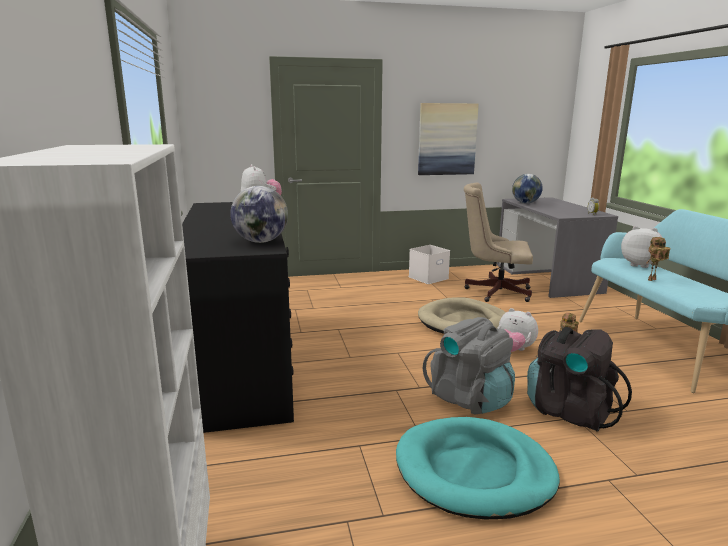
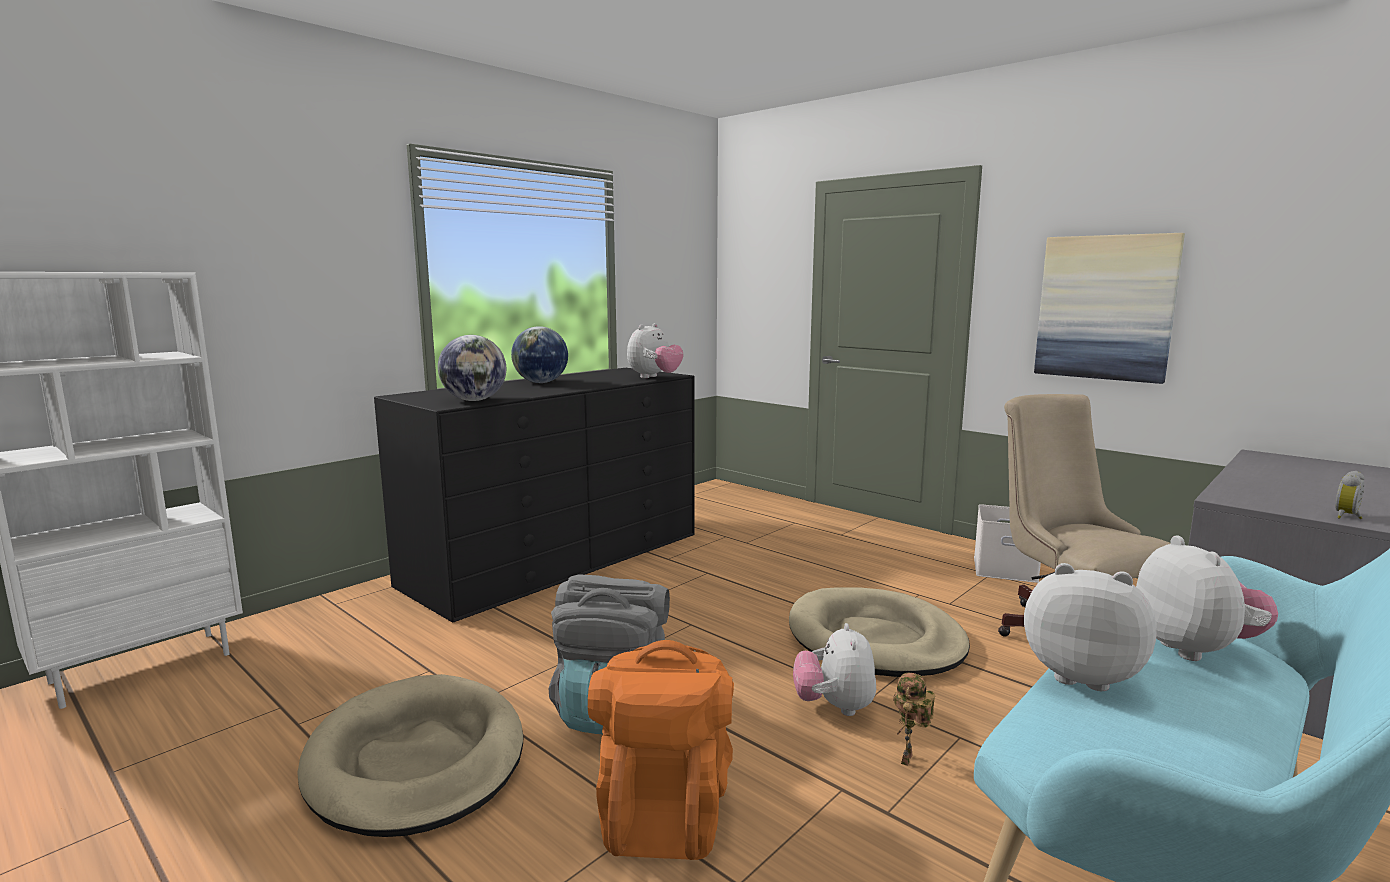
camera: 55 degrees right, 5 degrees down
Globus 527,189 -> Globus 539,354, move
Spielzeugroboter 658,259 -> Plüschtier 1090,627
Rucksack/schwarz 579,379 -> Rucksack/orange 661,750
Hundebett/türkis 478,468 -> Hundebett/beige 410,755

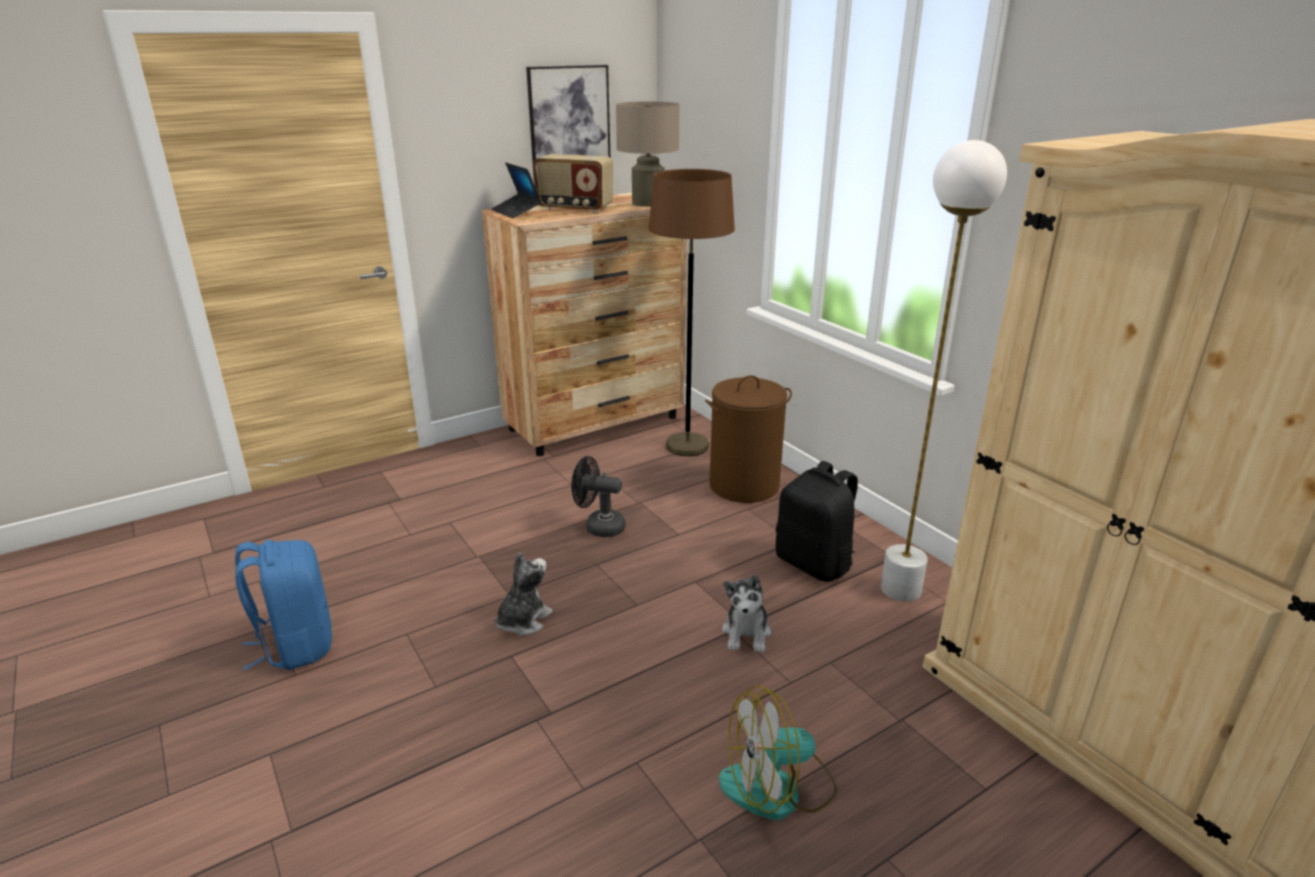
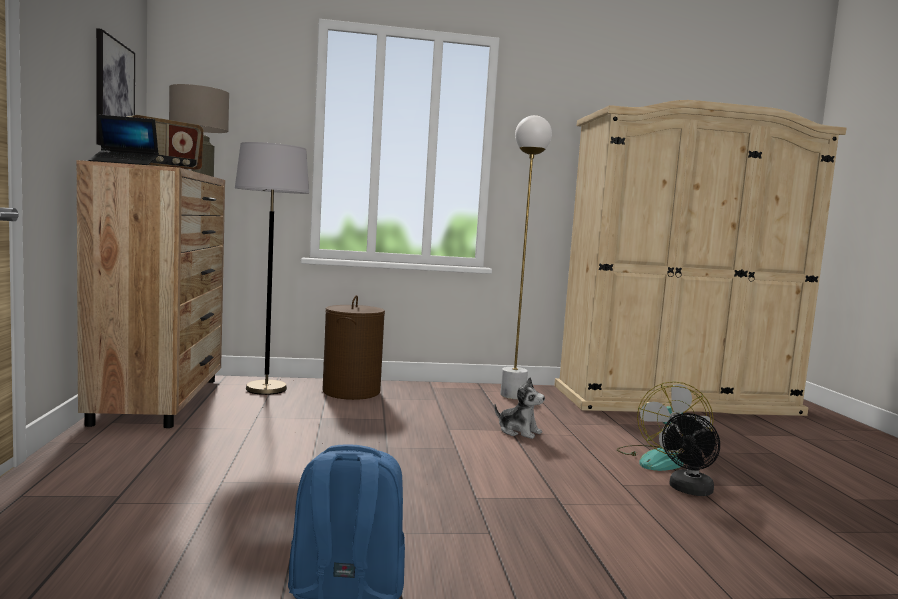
camera: 65 degrees left, 20 degrees down
Stehlampe/braun 692,312 -> Stehlampe/grau 272,268
Ventilator/schwarz 598,496 -> Ventilator/schwarz 691,454, move
Rucksack/schwarz 817,521 -> none
Plüschtier 523,594 -> none

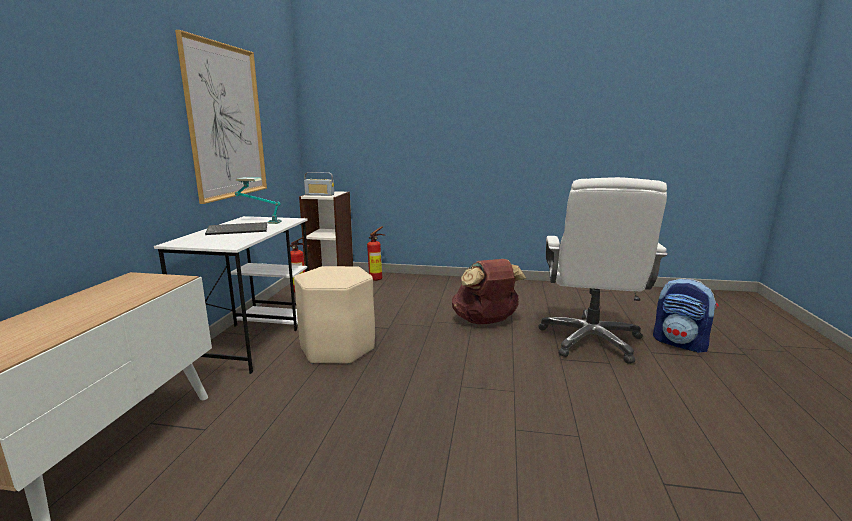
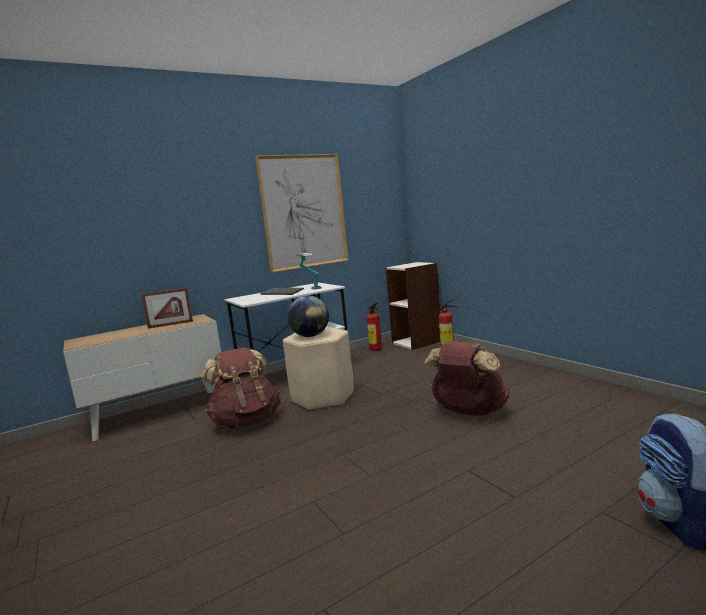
camera: 50 degrees right, 5 degrees down
Radio 319,184 -> none
Bürostuhl/weiß 603,270 -> none
none -> Bilderrahmen 167,308
none -> Globus 308,316
none -> Rucksack/braun 241,388

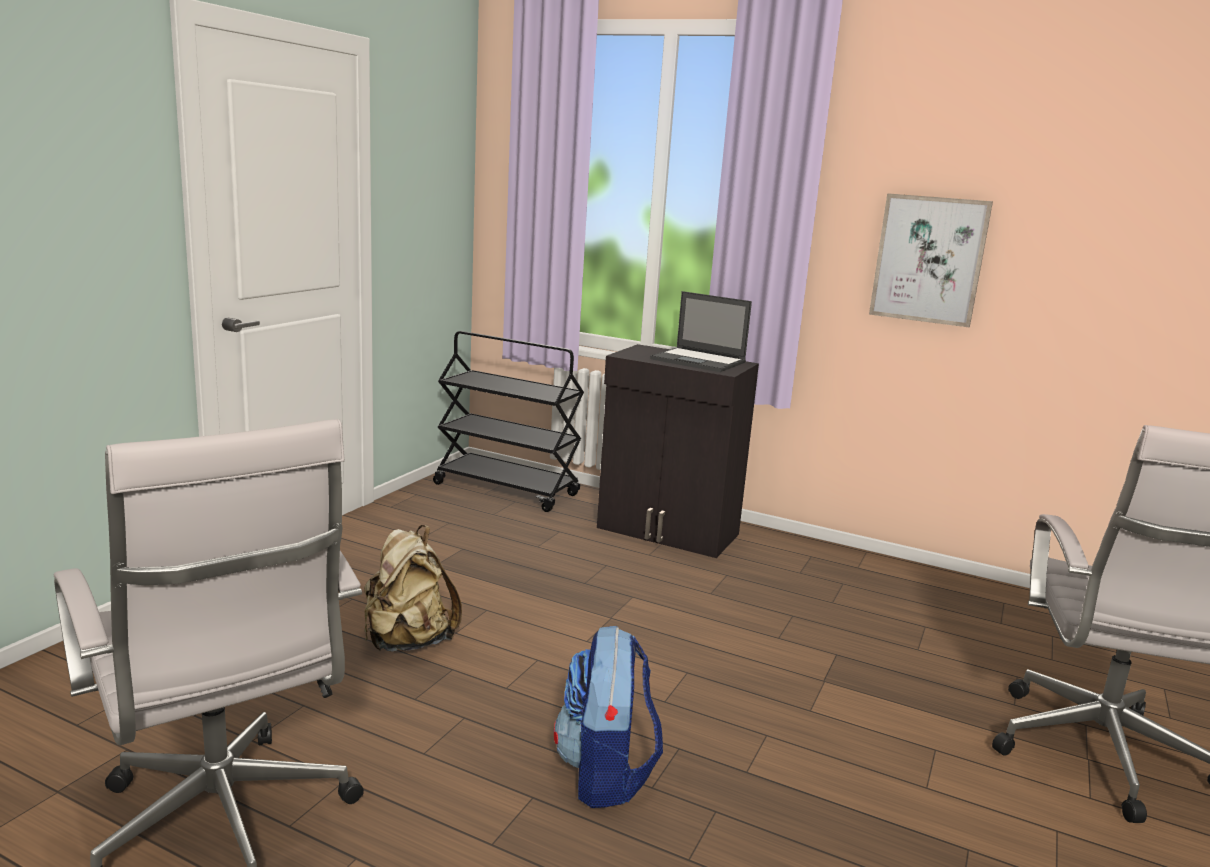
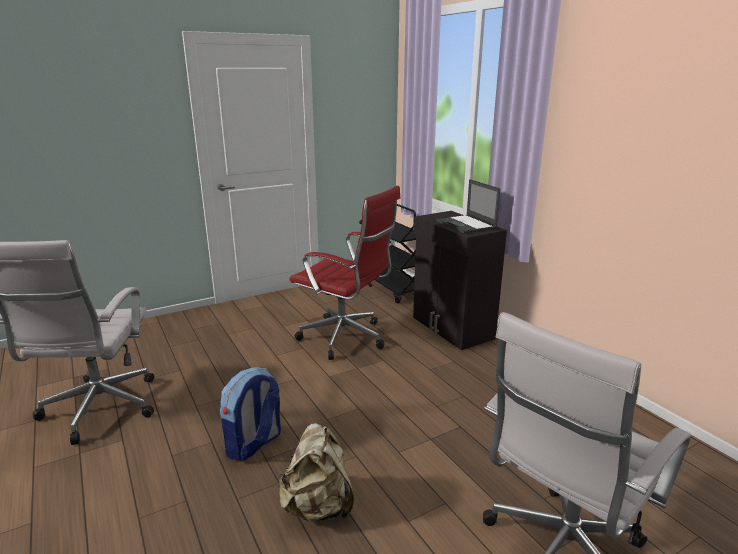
camera: 35 degrees right, 5 degrees up
Bild 931,260 -> none
Rucksack/beige 413,588 -> Rucksack/beige 316,472, move
none -> Bürostuhl/rot 345,273

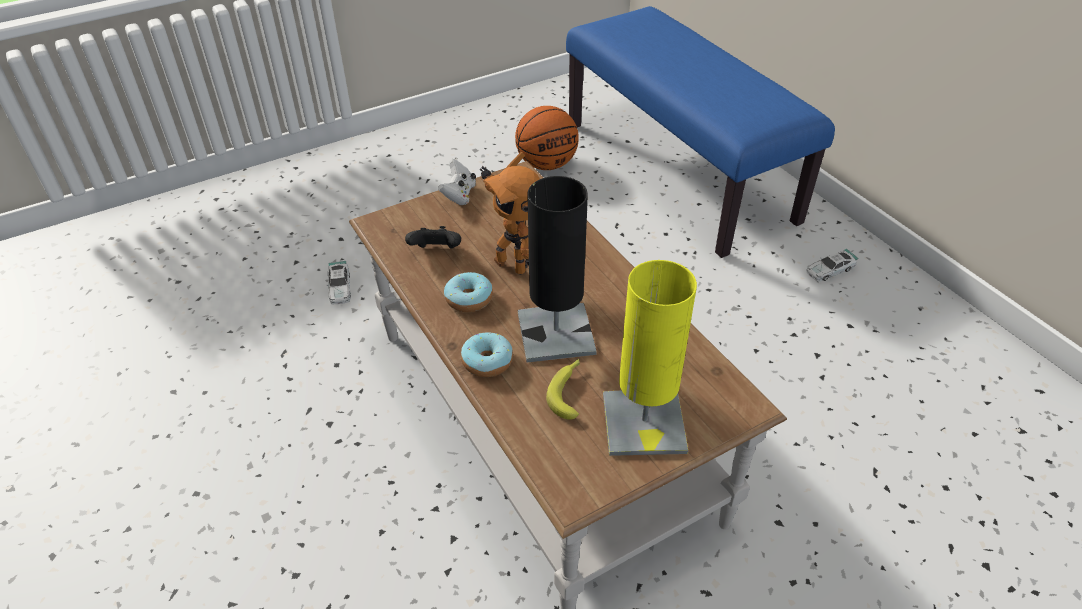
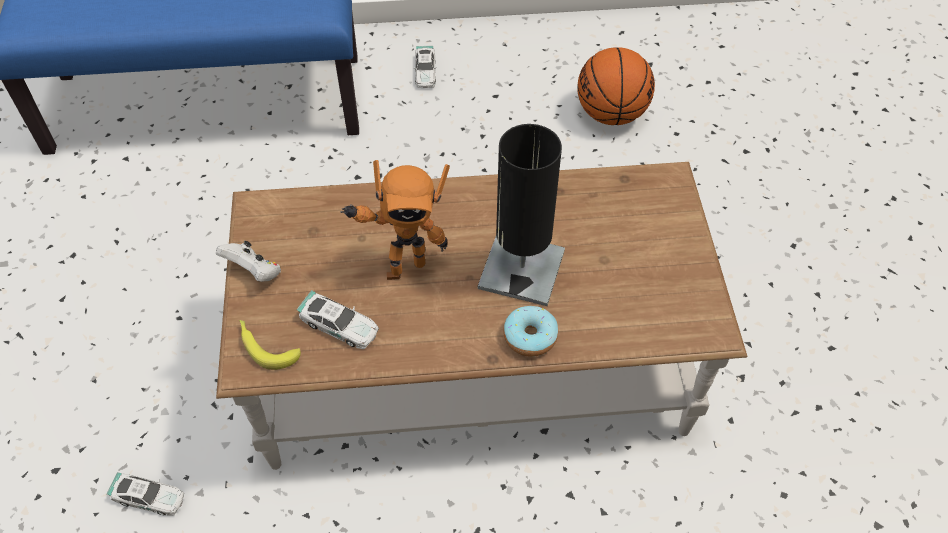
camera: 65 degrees left, 10 degrees up
Basketball 547,138 -> Basketball 616,86, move
Gamepad/schwarz 433,237 -> Spielzeugauto 338,319
Tischlampe/gelb 650,358 -> none
Donut 468,292 -> none
Banane 562,389 -> Banane 270,345, move

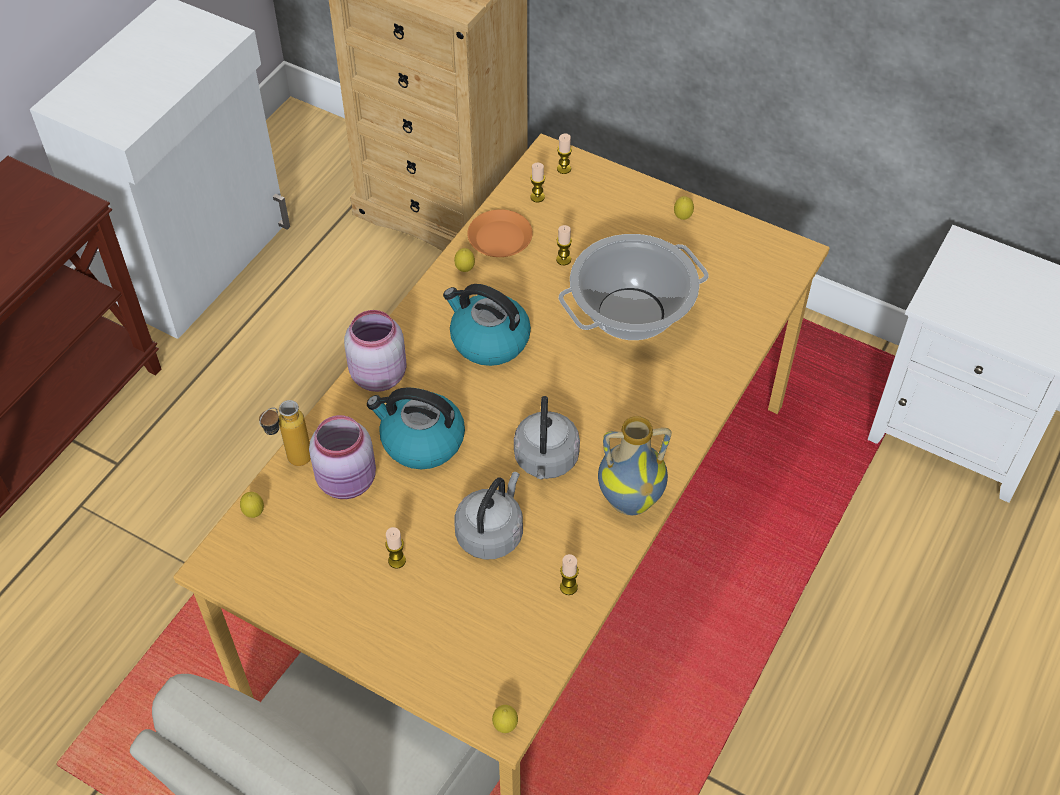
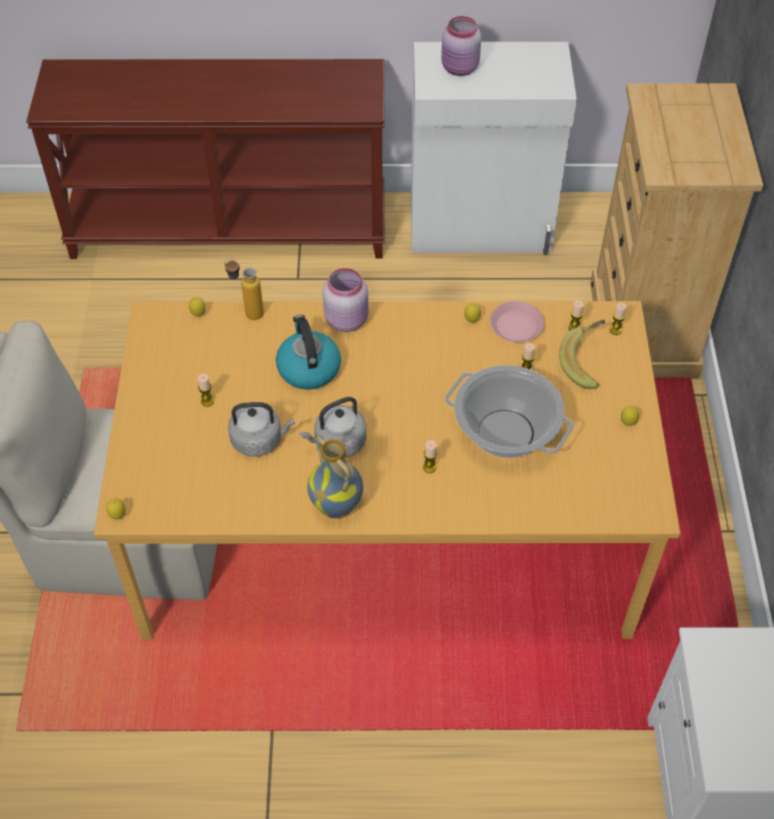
camera: 60 degrees right, 0 degrees up
Teller/orange 500,233 -> Teller/rosa 517,321
Wasserkessel 487,325 -> none
Vorratsglas/rosa 342,457 -> Vorratsglas/rosa 461,46, move
Kerze 569,574 -> Kerze 430,456, move
none -> Banane 582,354

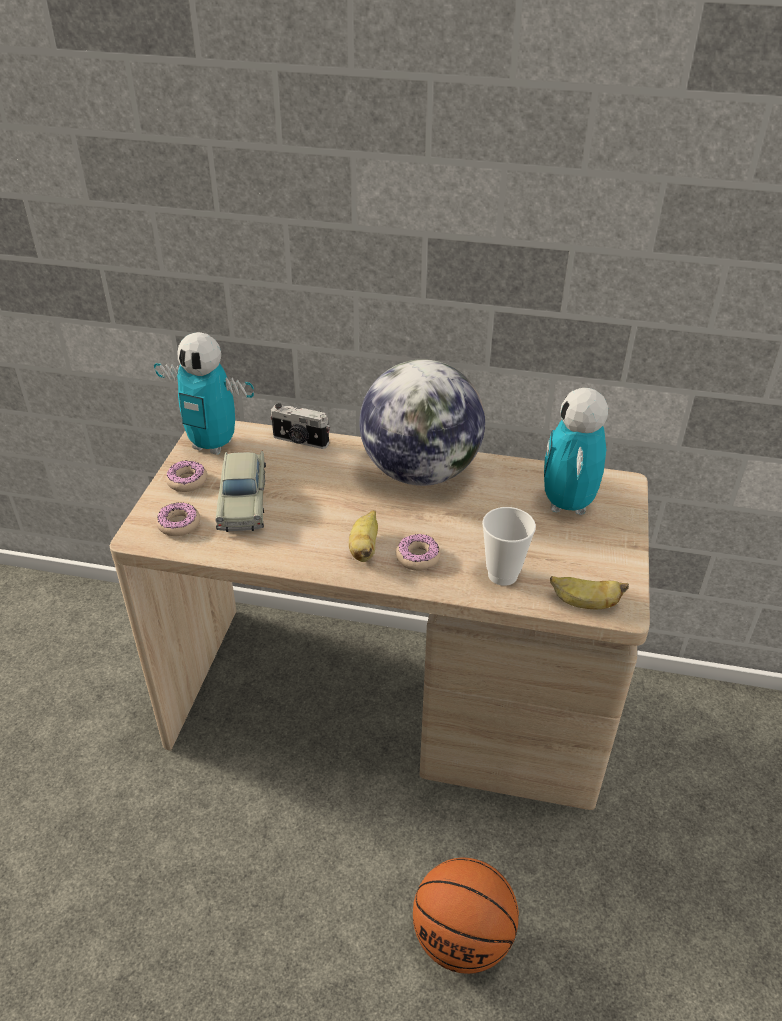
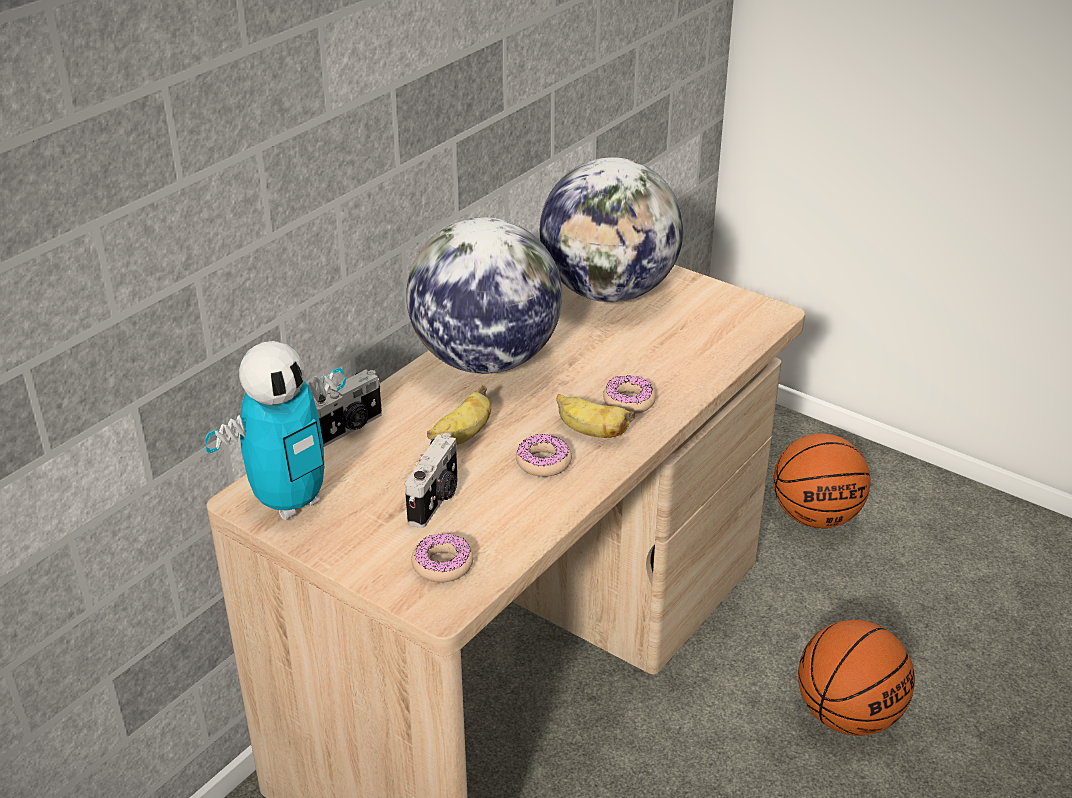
camera: 65 degrees left, 5 degrees down
Spielzeugroboter 576,451 -> Globus 611,229
Spielzeugauto/beige 240,491 -> Kamera 431,480
Donut 186,476 -> Donut 544,455, move
Tasse 509,546 -> none
Banane 589,592 -> Banane 459,415, move
none -> Basketball 822,481

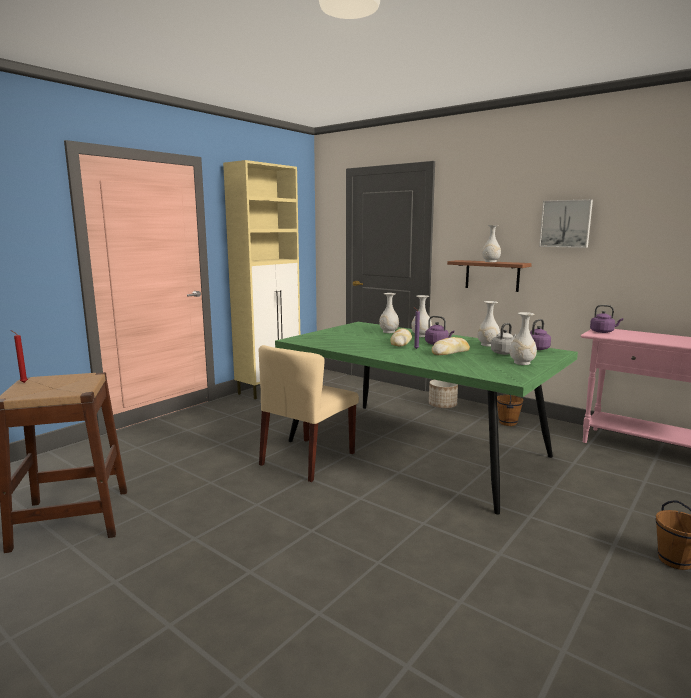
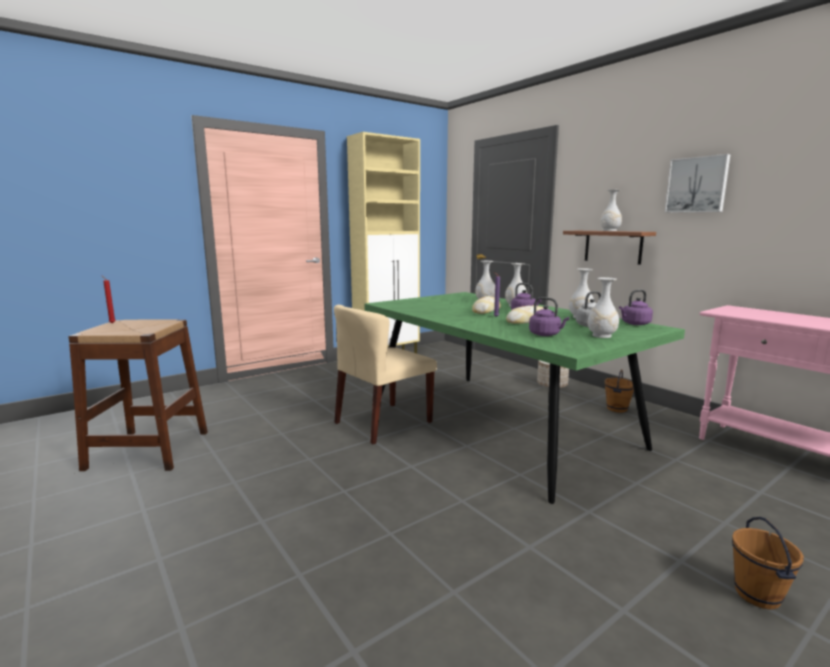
camera: 15 degrees right, 0 degrees up
Wasserkessel/lila 606,319 -> Wasserkessel/lila 549,316, move

